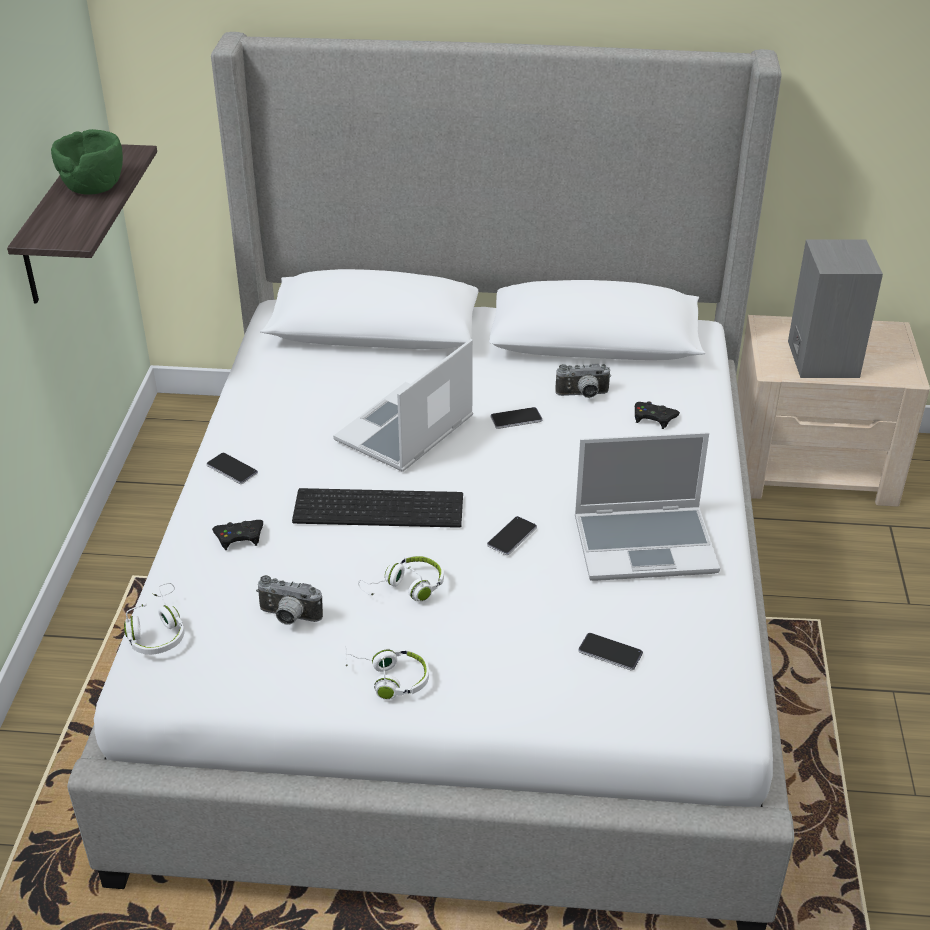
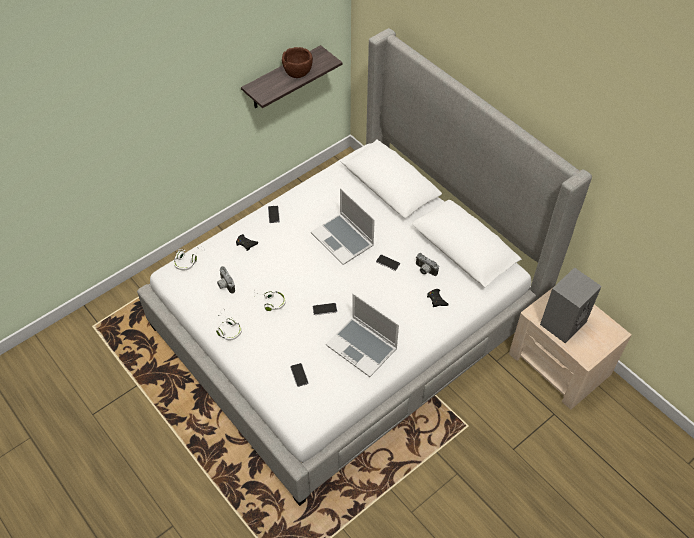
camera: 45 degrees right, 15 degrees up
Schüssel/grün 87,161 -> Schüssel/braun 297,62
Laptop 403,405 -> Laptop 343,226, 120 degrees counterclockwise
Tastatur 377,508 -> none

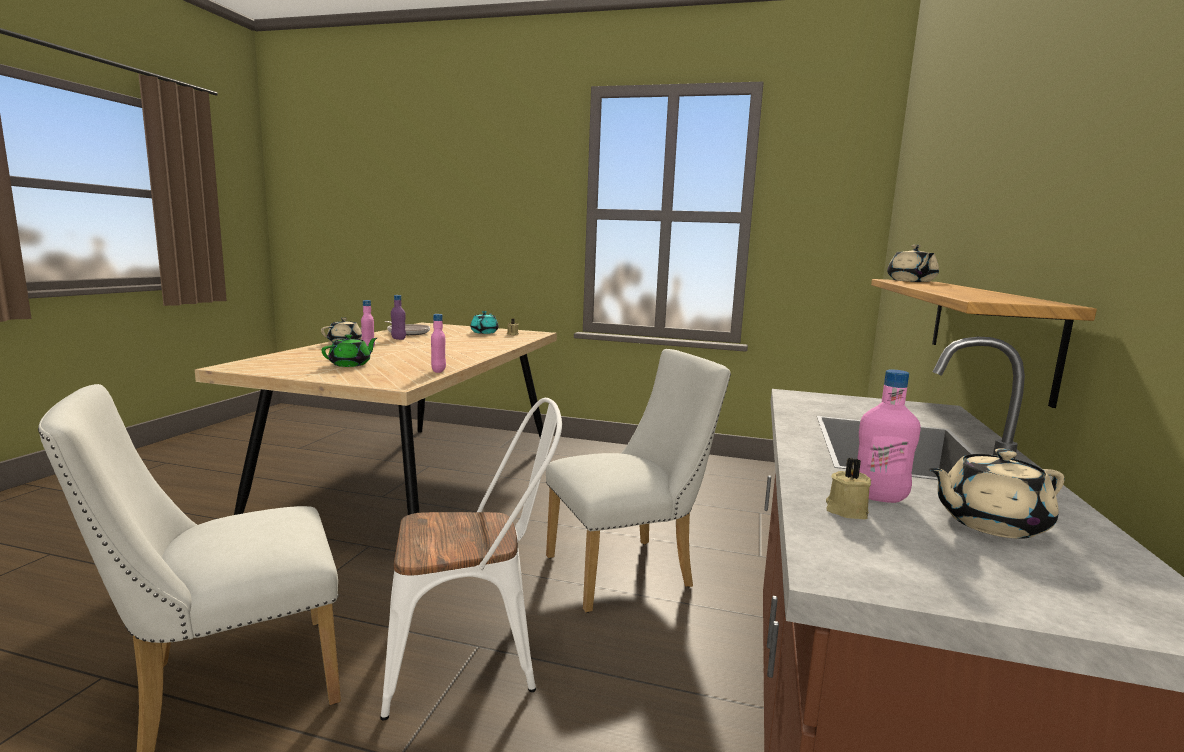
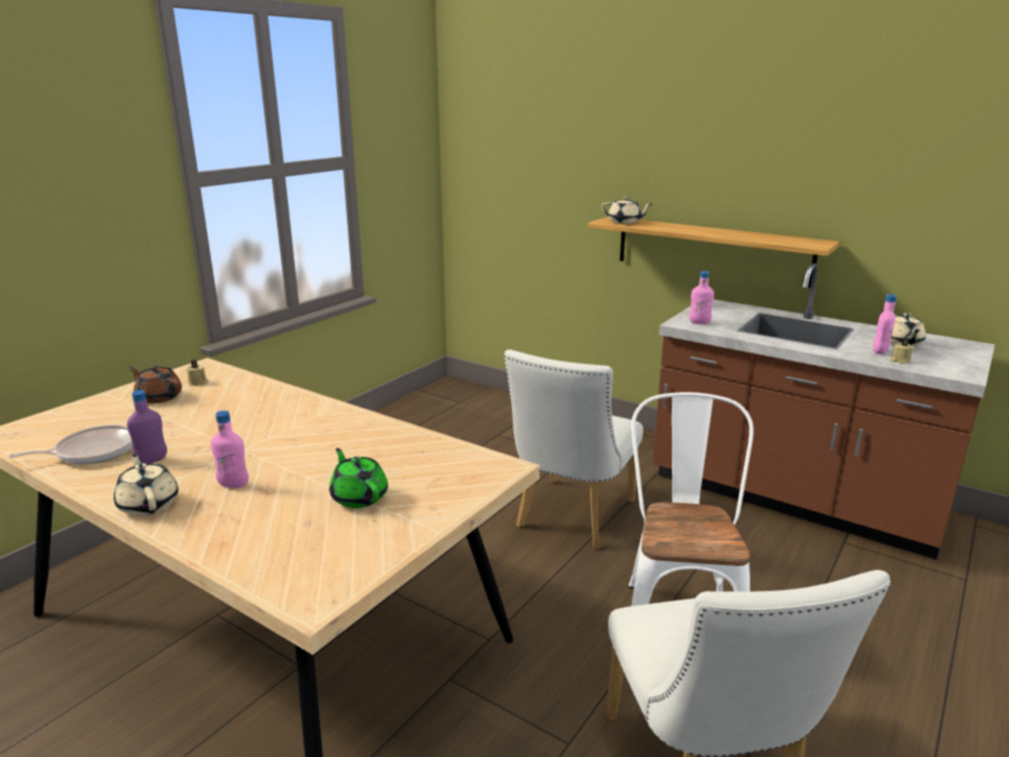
camera: 70 degrees left, 10 degrees up
Teekanne/türkis 484,322 -> Teekanne/braun 155,384
Flasche/rosa 438,343 -> Flasche/rosa 701,297, move
Stuhl/weiß 638,481 -> Stuhl/weiß 573,449, 150 degrees counterclockwise

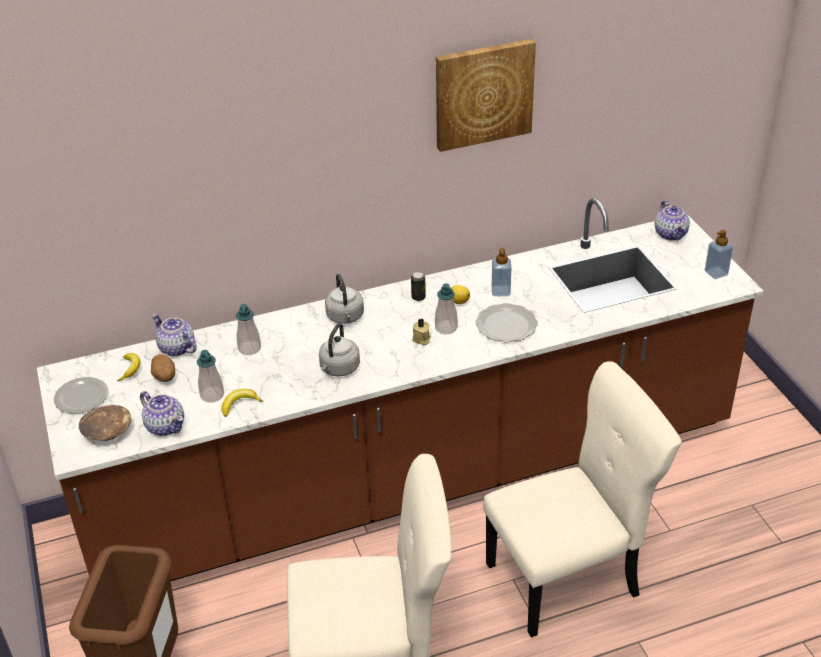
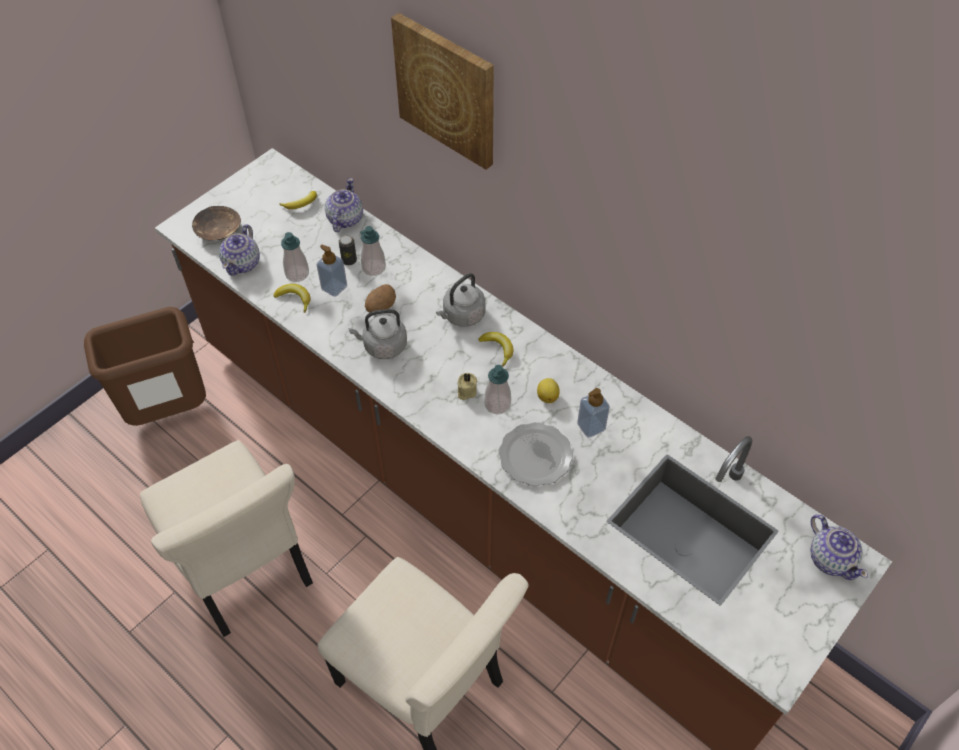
camera: 60 degrees right, 15 degrees up
Bild 486,95 -> Bild 442,91, move
Teekanne 672,220 -> Teekanne 839,547, 75 degrees counterclockwise
Seifenspender 719,254 -> Seifenspender 331,271, move
Dose 418,286 -> Dose 348,250, move
Kartoffel 163,368 -> Kartoffel 380,298, move
Teller 81,395 -> none
none -> Banane 495,349

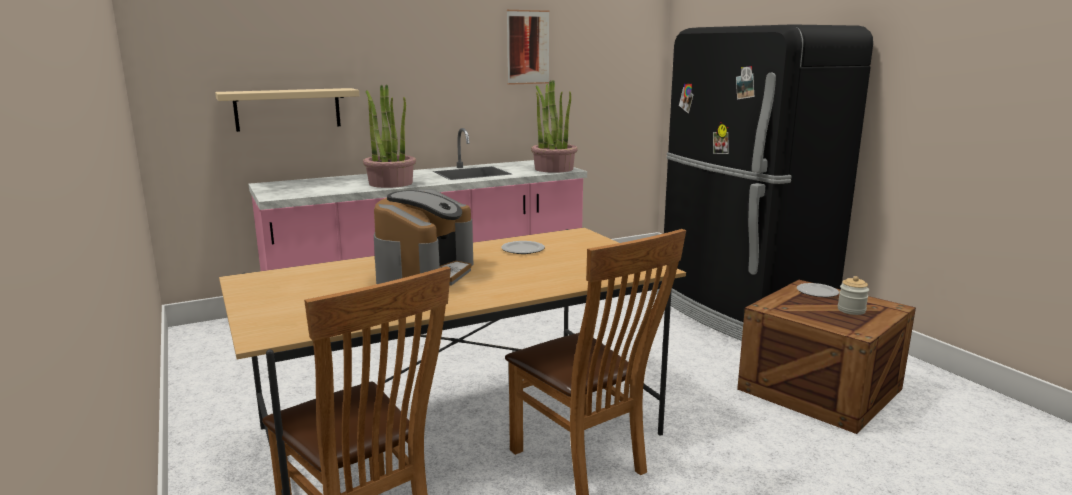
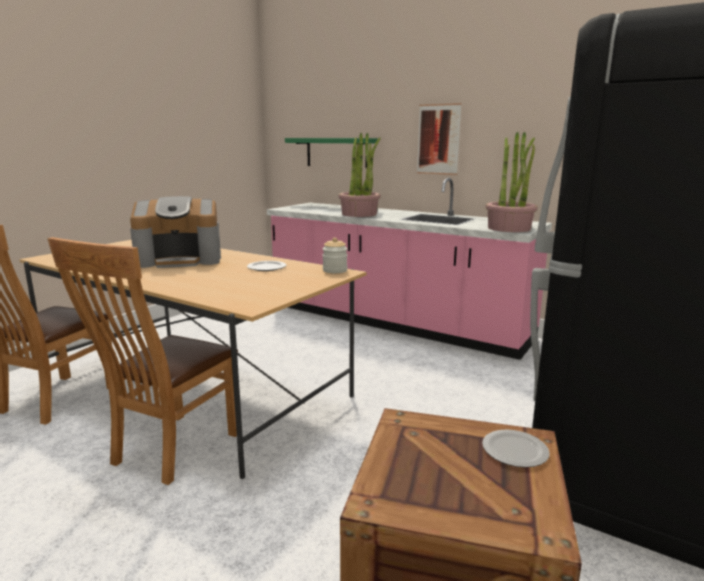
camera: 60 degrees right, 0 degrees up
Bild 528,47 -> Bild 439,139, move
Wandregal/beige 287,110 -> Wandregal/grün 331,153
Vorratsglas 853,295 -> Vorratsglas 334,255, move

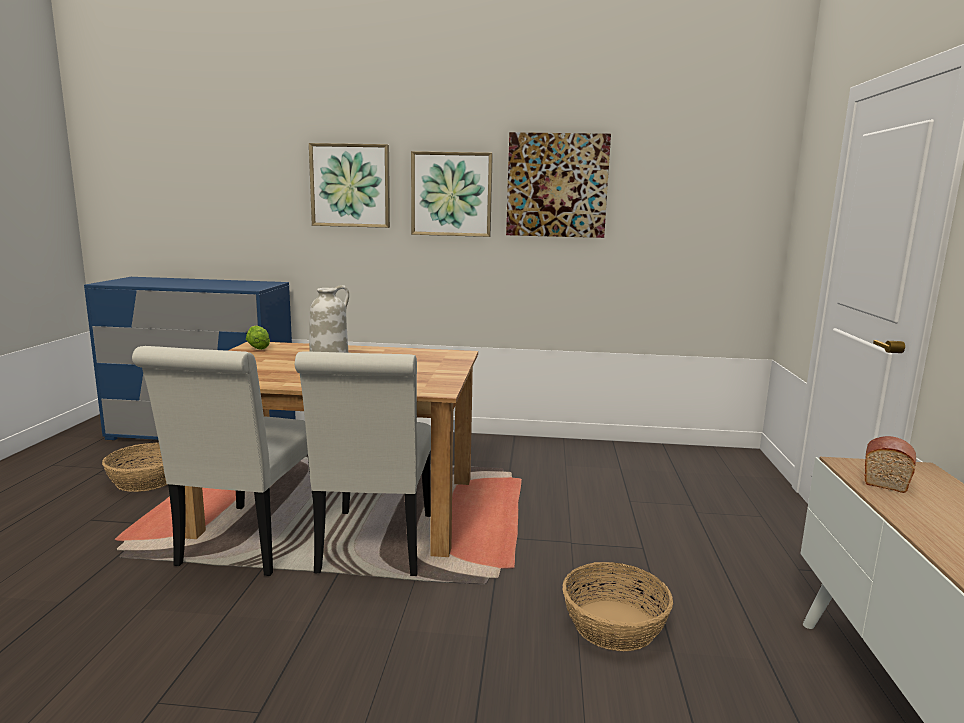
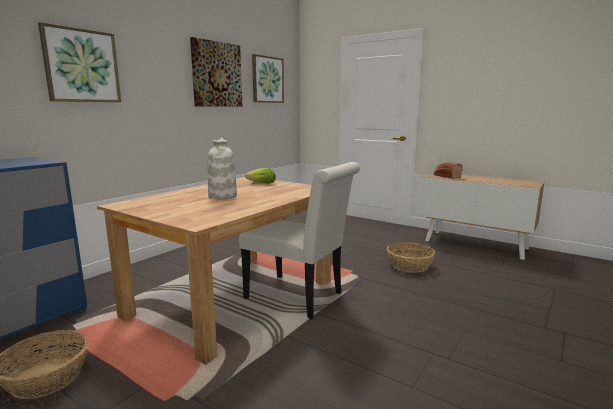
camera: 60 degrees left, 0 degrees up
Bild 452,194 -> Bild 268,78, move
Salatkopf 258,337 -> Salatkopf 260,176, move
Stuhl/weiß 222,461 -> none

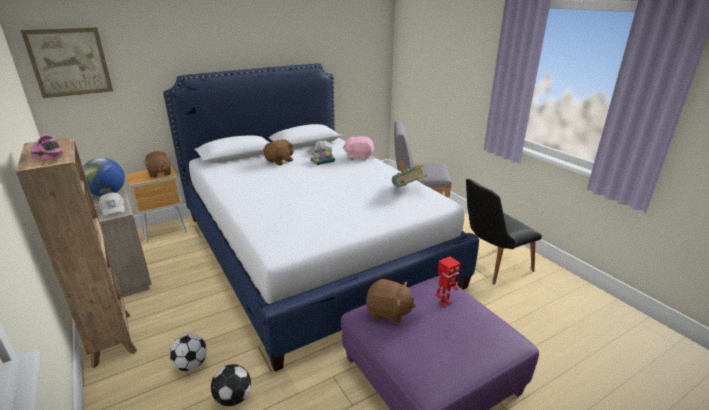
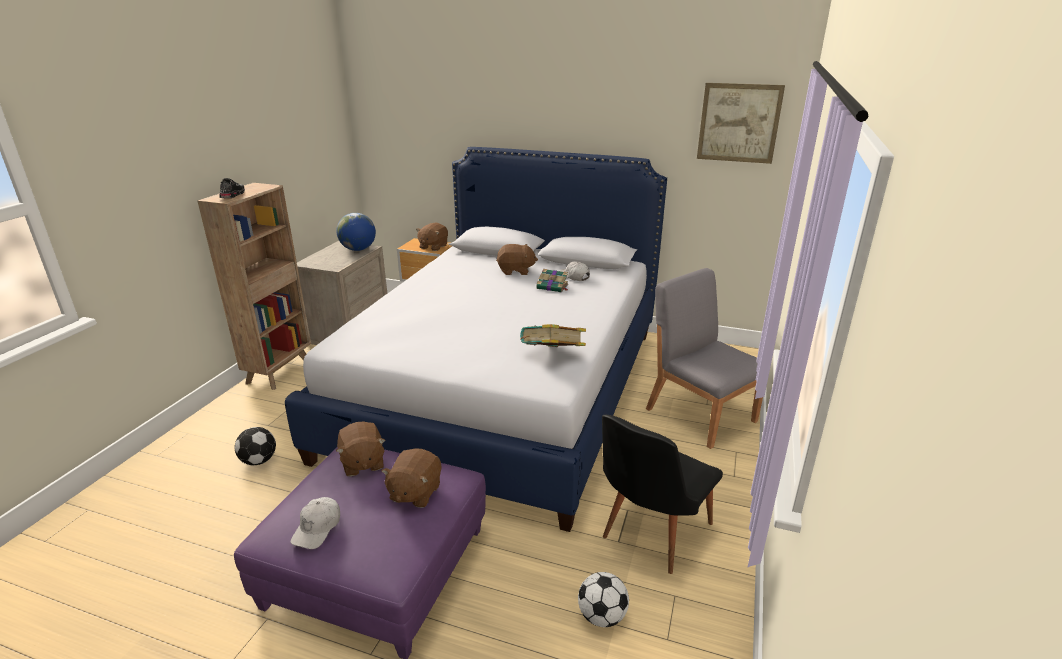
camera: 50 degrees right, 0 degrees up
Bild 67,62 -> Bild 741,123, move
Schuh/rosa 47,147 -> Schuh/schwarz 232,188
Plüschtier/rosa 358,148 -> none
Stuhl/schwarz 504,231 -> Stuhl/schwarz 662,494, 75 degrees counterclockwise
Kappe/weiß 112,204 -> Kappe/weiß 315,523, move
Spielzeugroboter 448,281 -> Plüschtier/braun 412,478
Fußball 188,352 -> Fußball 603,599, move

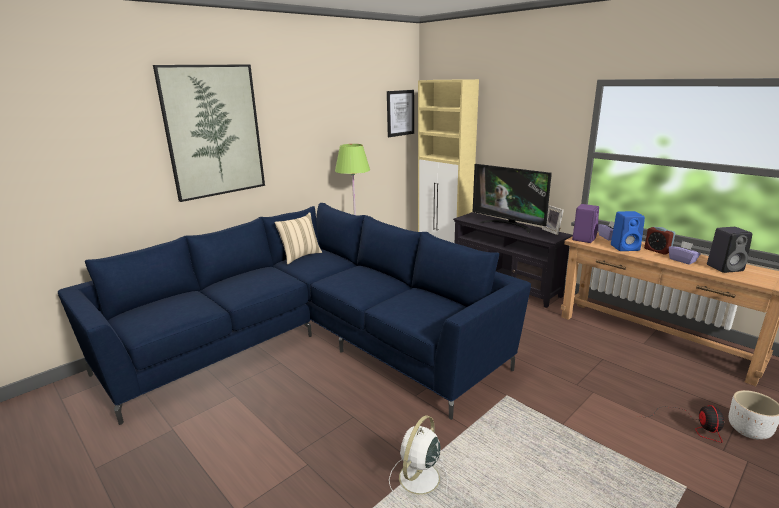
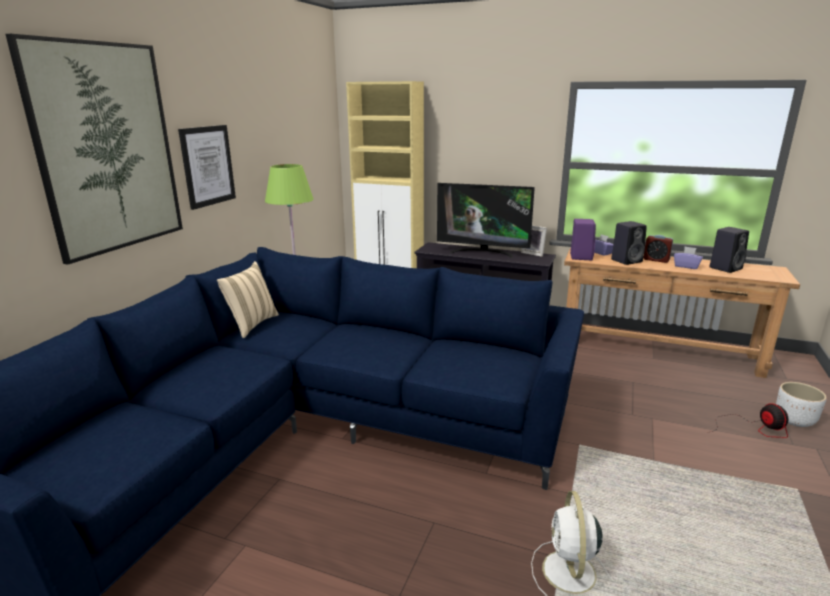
camera: 25 degrees left, 0 degrees up
Bild 400,113 -> Bild 207,167, move
Lautsprecher/blau 628,231 -> Lautsprecher/schwarz 629,243

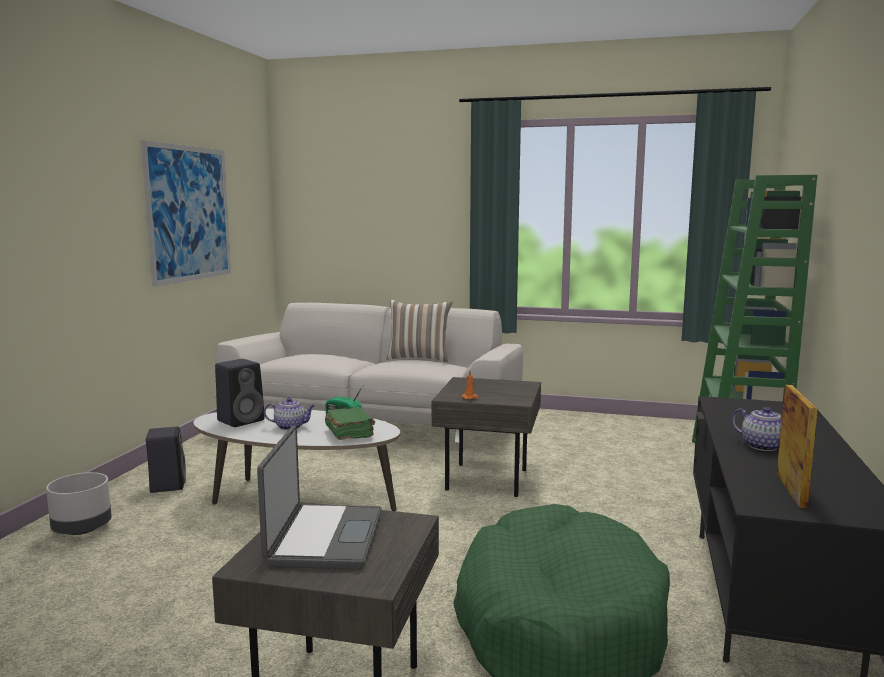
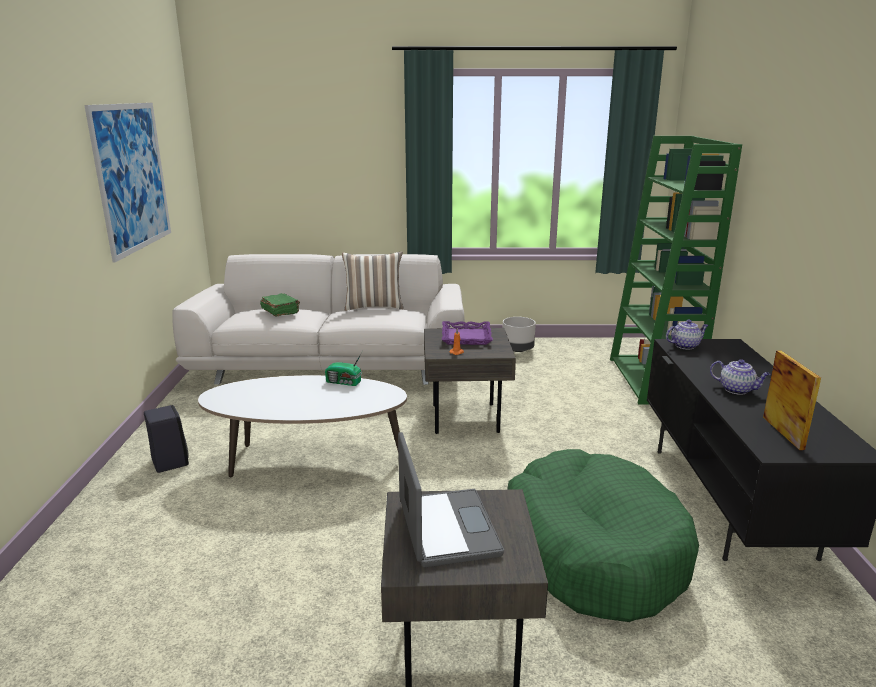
camera: 15 degrees left, 10 degrees up
Lautsprecher/schwarz 240,393 -> none
Teekanne 289,413 -> Teekanne 687,335, move
Buch/grün 350,423 -> Buch/grün 280,305, move
Pflanzkübel/grau 79,503 -> Pflanzkübel/grau 519,334, move
none -> Tablett/lila 467,333

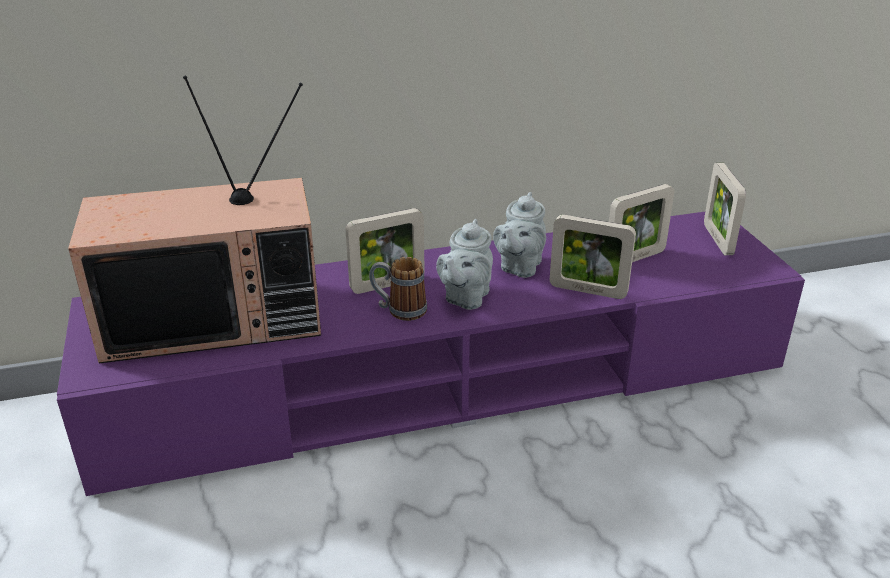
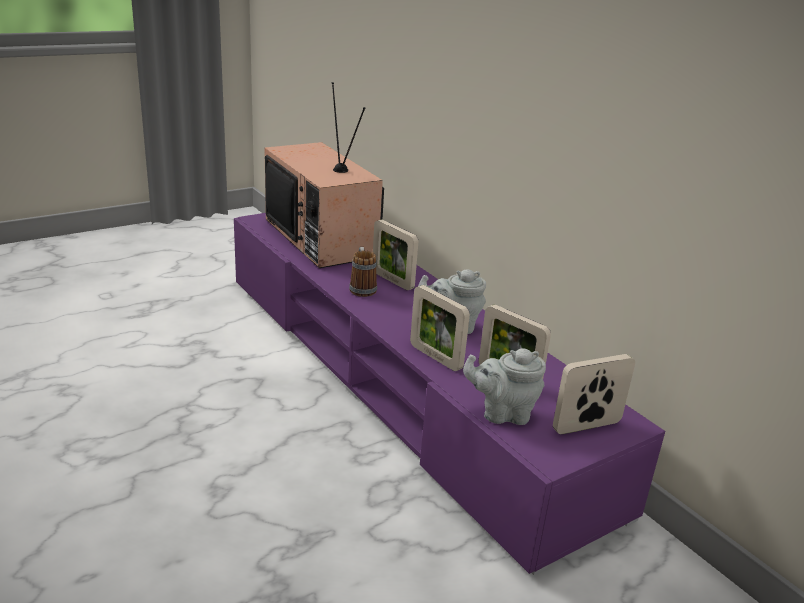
camera: 70 degrees right, 5 degrees down
Bilderrahmen 593,257 -> Bilderrahmen 440,328, 45 degrees counterclockwise
Teekanne/grau 464,264 -> Teekanne/grau 504,386, move

